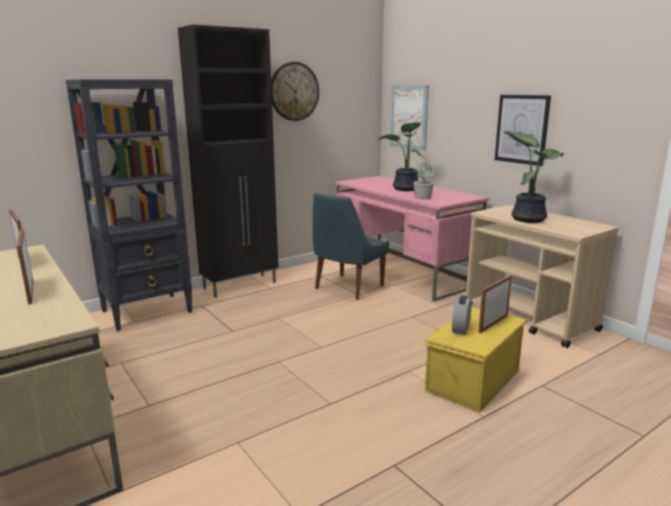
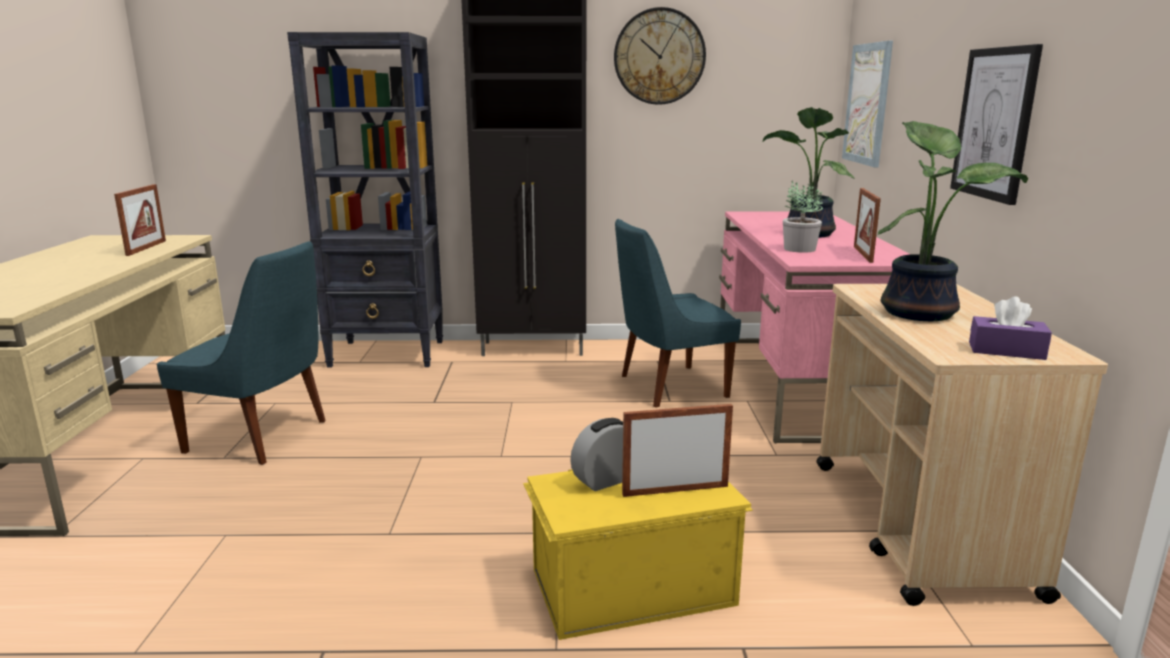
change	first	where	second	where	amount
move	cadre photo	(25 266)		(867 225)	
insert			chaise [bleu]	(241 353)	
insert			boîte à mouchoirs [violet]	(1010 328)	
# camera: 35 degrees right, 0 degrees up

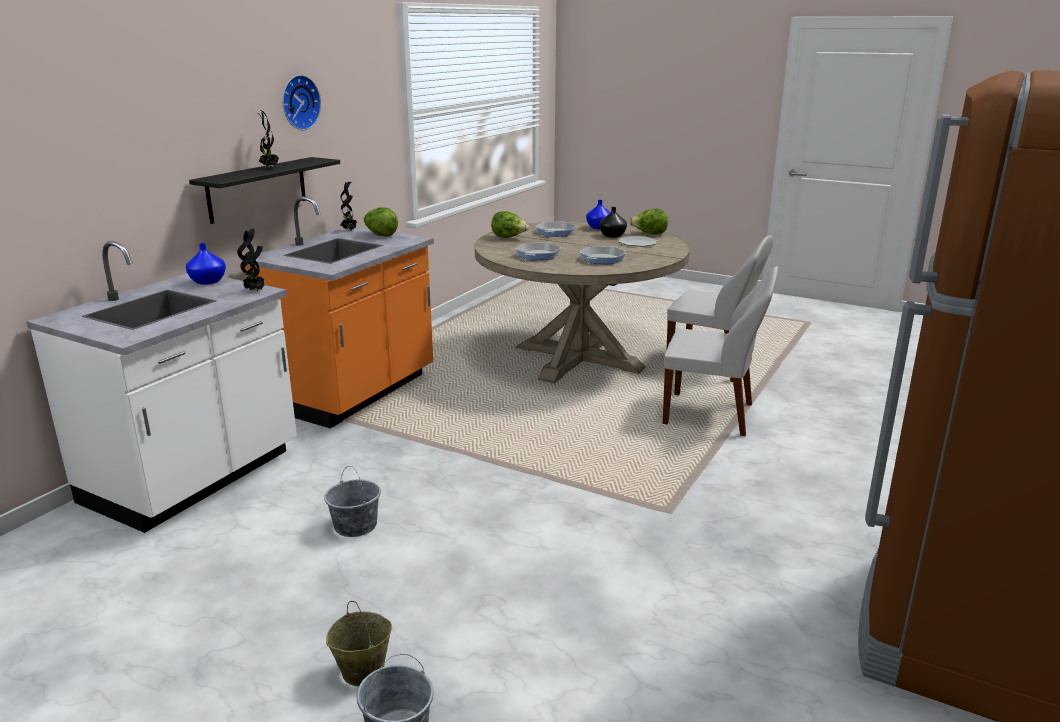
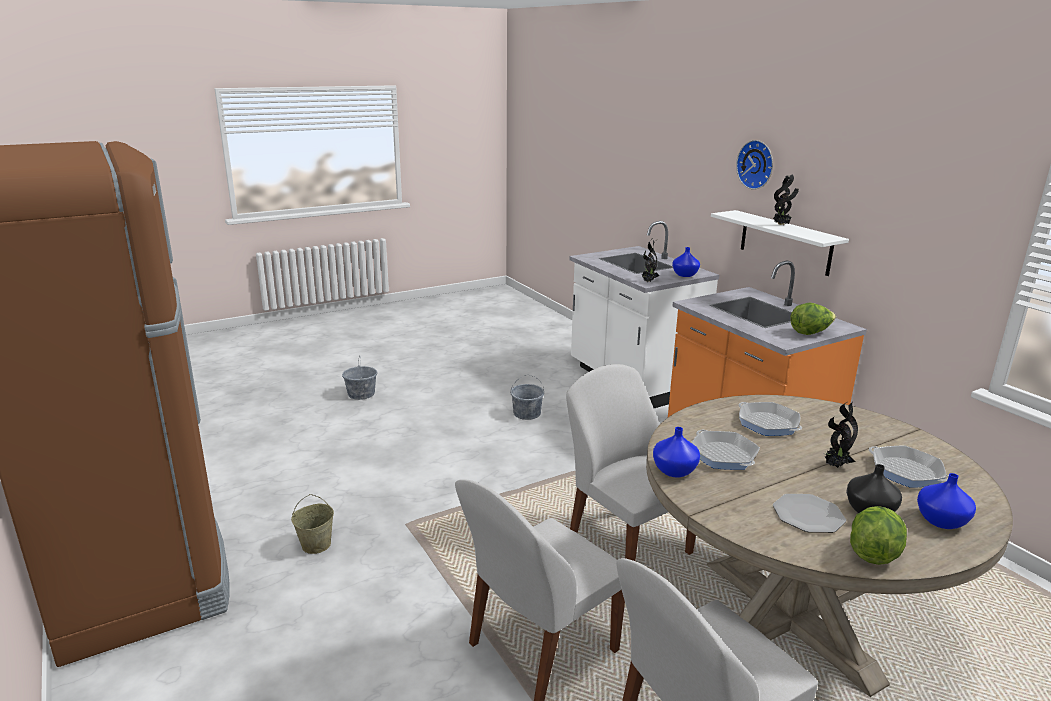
change	first	where	second	where	amount
recolor	étagère [noir]	(264 190)	étagère [blanc]	(780 243)	
move	horloge murale	(301 102)		(754 165)	
move	seau [beige]	(359 643)		(312 524)	
move	plante en pot	(348 206)		(841 435)	
delete	laitue	(510 224)			
insert			chaise [blanc]	(631 462)	
insert			vase [bleu]	(676 452)	
# camera: 120 degrees right, 0 degrees up

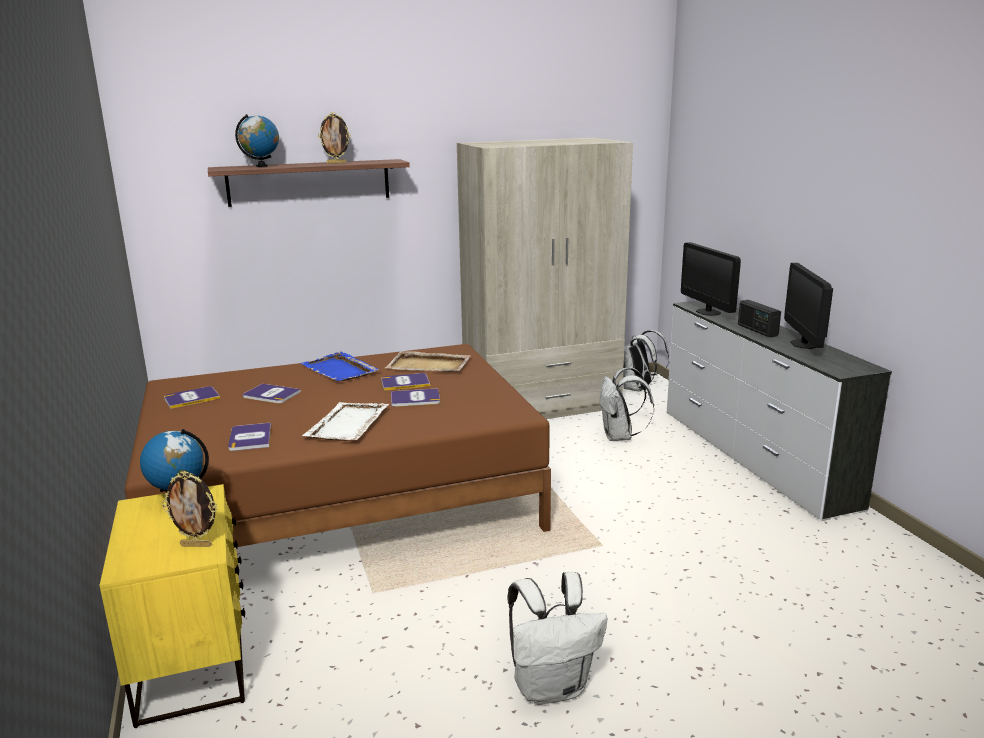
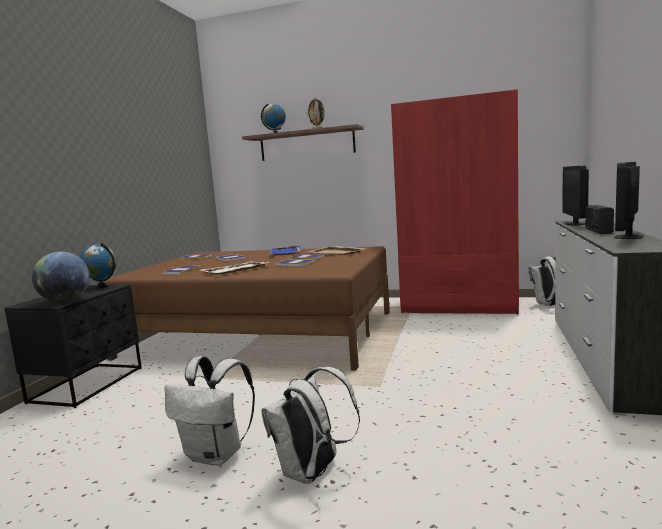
change	first	where	second	where	amount
recolor	table de chevet [jaune]	(172 606)	table de chevet [noir]	(73 346)	
replace	cadre photo	(189 509)	globe	(61 277)	
recolor	armoire [beige]	(545 278)	armoire [rouge]	(455 201)	
move	sac à dos [blanc]	(626 404)		(310 425)	
# camera: 35 degrees right, 10 degrees down

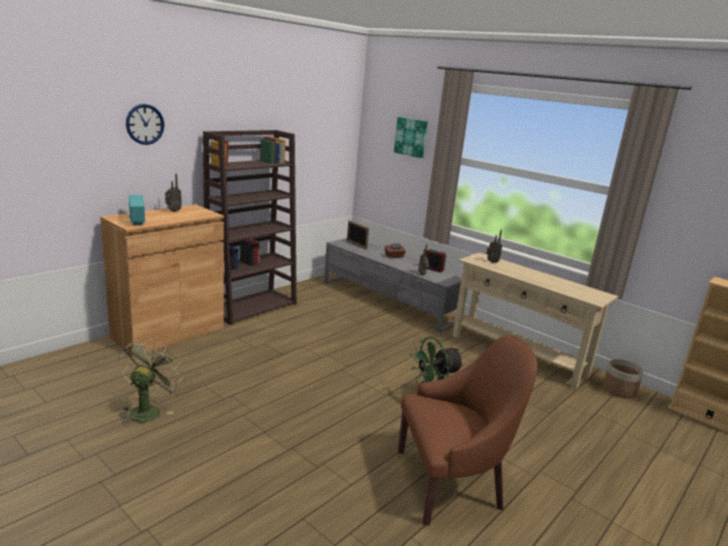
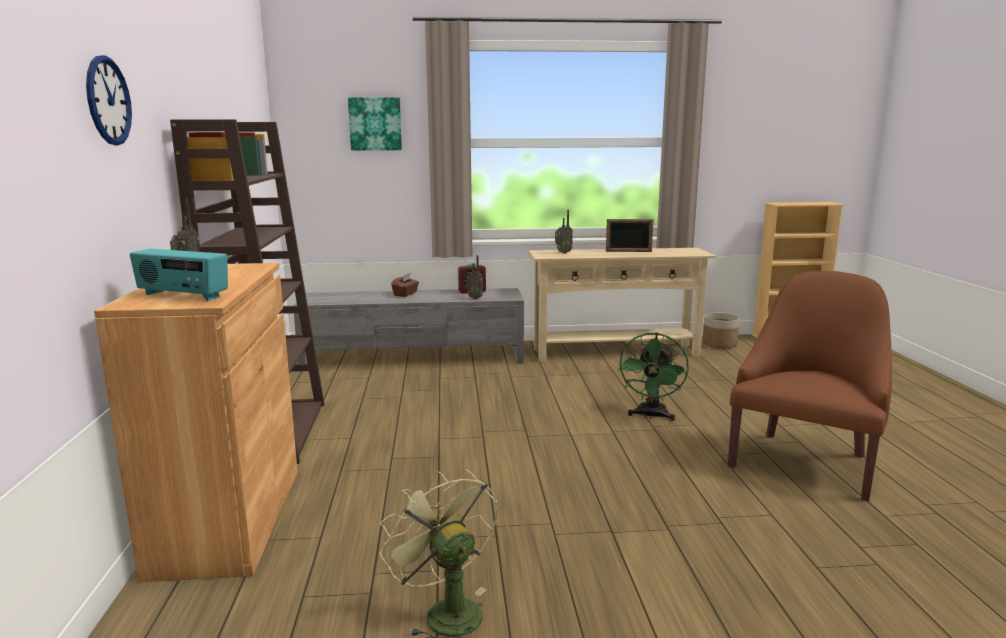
change	first	where	second	where	amount
move	cadre photo	(358 234)		(630 235)	
# camera: 45 degrees left, 5 degrees down

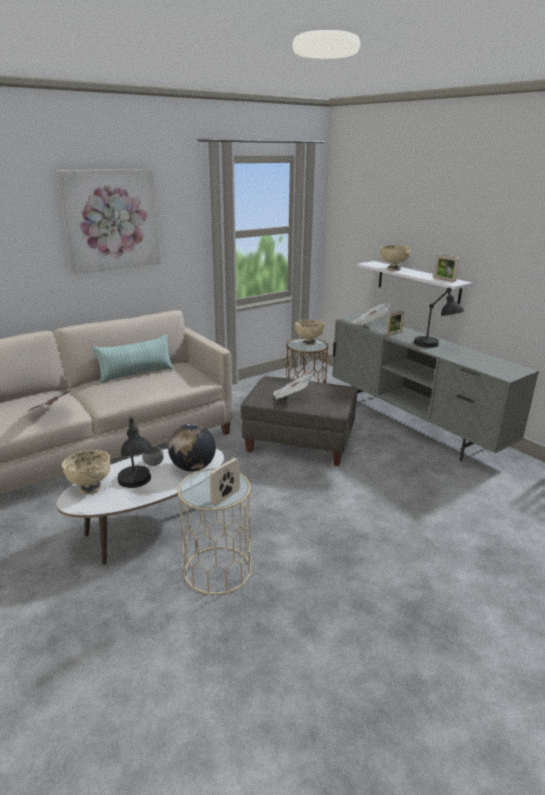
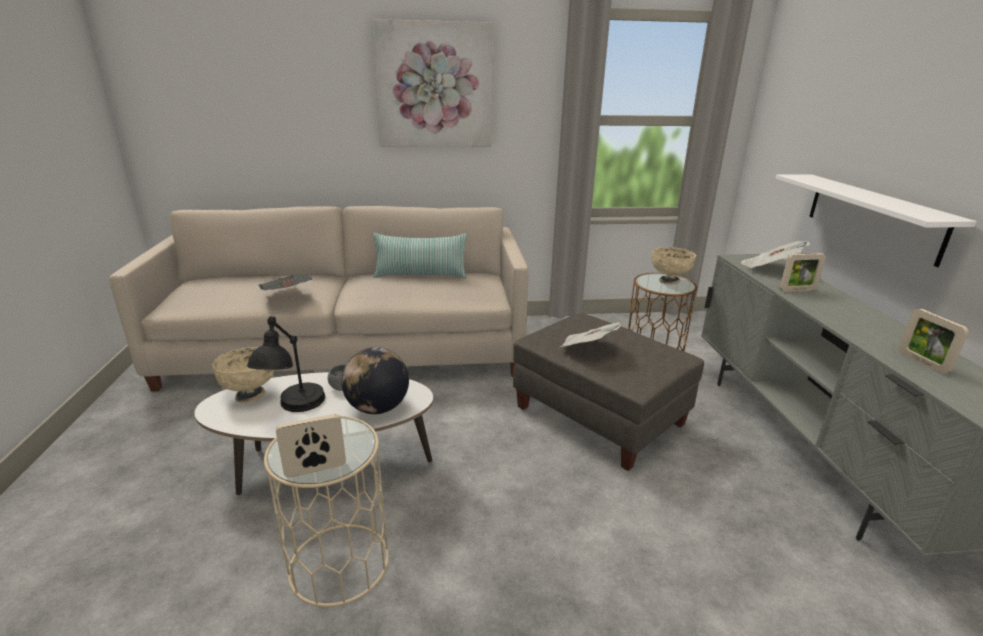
change	first	where	second	where	amount
delete	bol [beige]	(395 257)			
delete	lampe de table [noir]	(439 318)			
move	cadre photo	(446 268)		(933 341)	
# camera: 30 degrees right, 0 degrees up

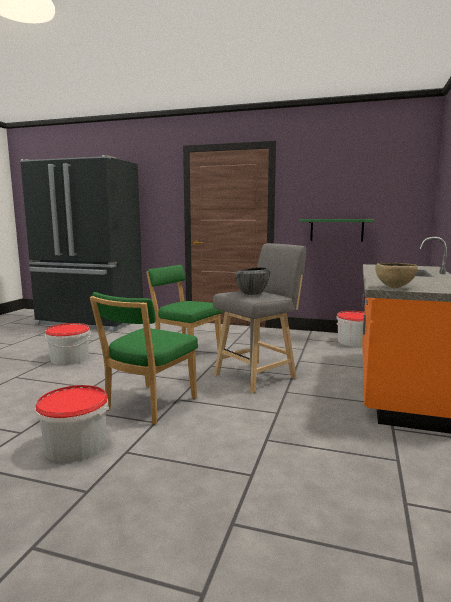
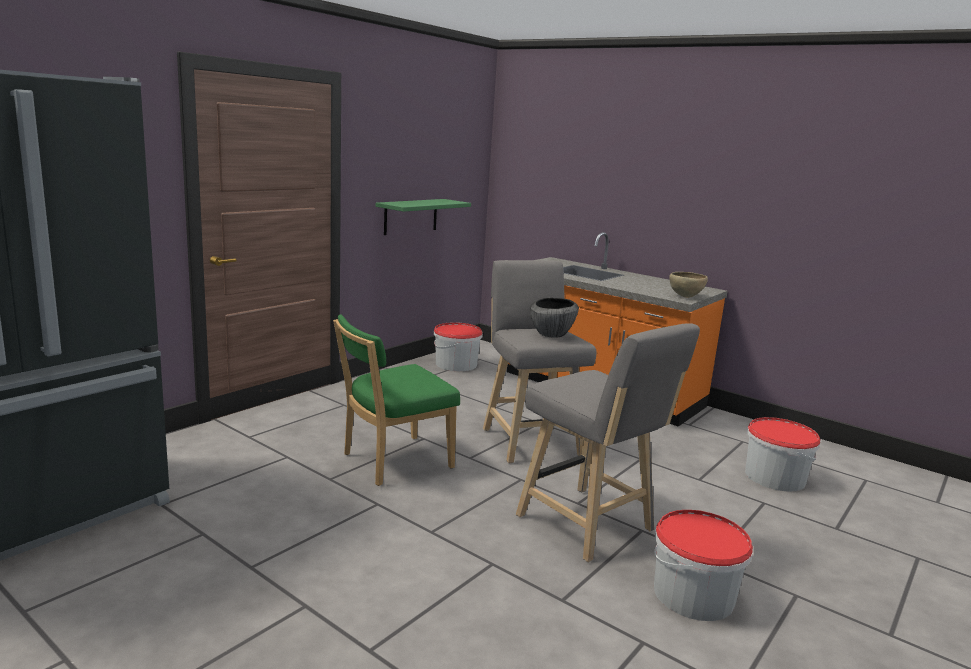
change	first	where	second	where	amount
move	seau	(67 344)		(782 454)	
replace	chaise [vert]	(144 358)	tabouret [gris]	(608 442)	
# camera: 70 degrees left, 5 degrees up

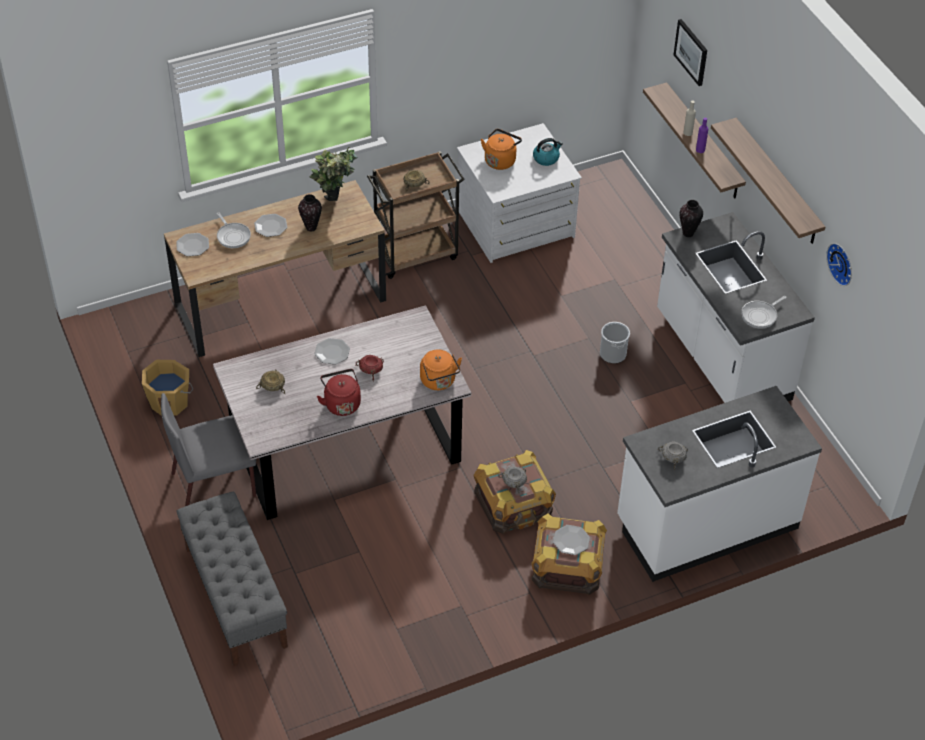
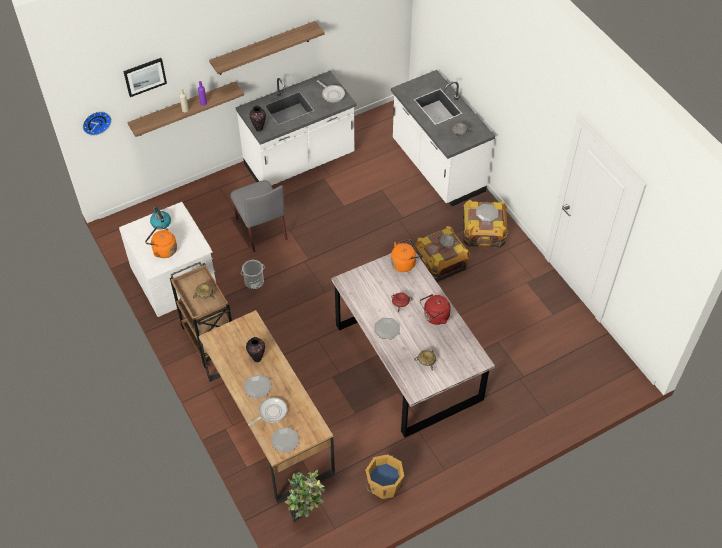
change	first	where	second	where	amount
move	chaise [gris]	(208 449)		(259 216)	
delete	banc [gris]	(232 579)			
move	plante en pot	(334 174)		(305 496)	
move	seau	(615 343)		(253 274)	
move	horloge murale	(839 264)		(97 123)	
# camera: 95 degrees left, 5 degrees up

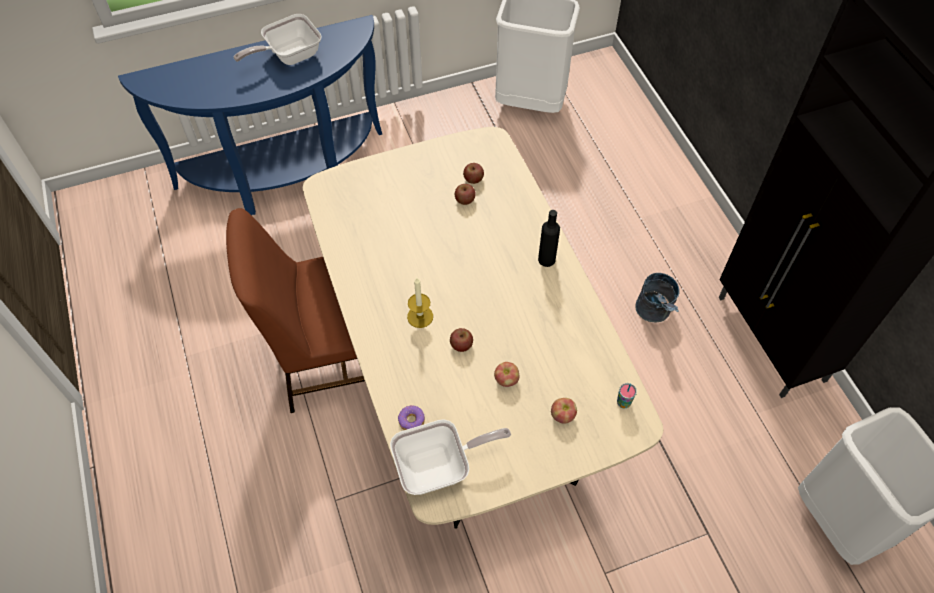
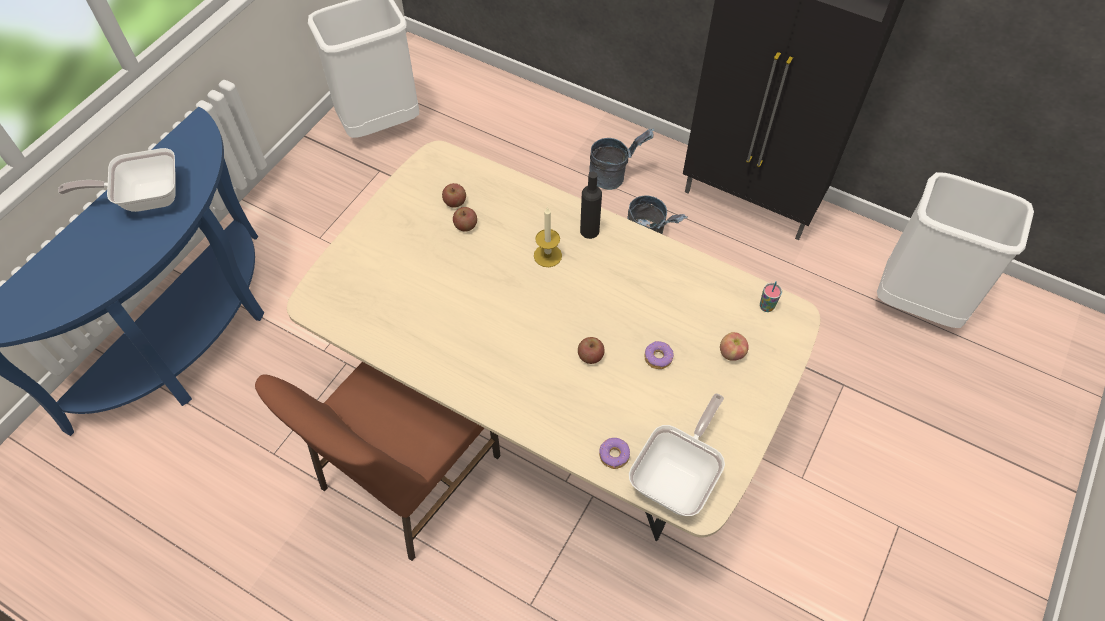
change	first	where	second	where	amount
rotate	poêle	(278 39)		(117 180)	60 degrees clockwise
move	bougie	(420 303)		(548 237)	
replace	pomme	(506 374)	beignet	(659 355)	
insert			seau [gris]	(622 159)	
# camera: 40 degrees left, 0 degrees up

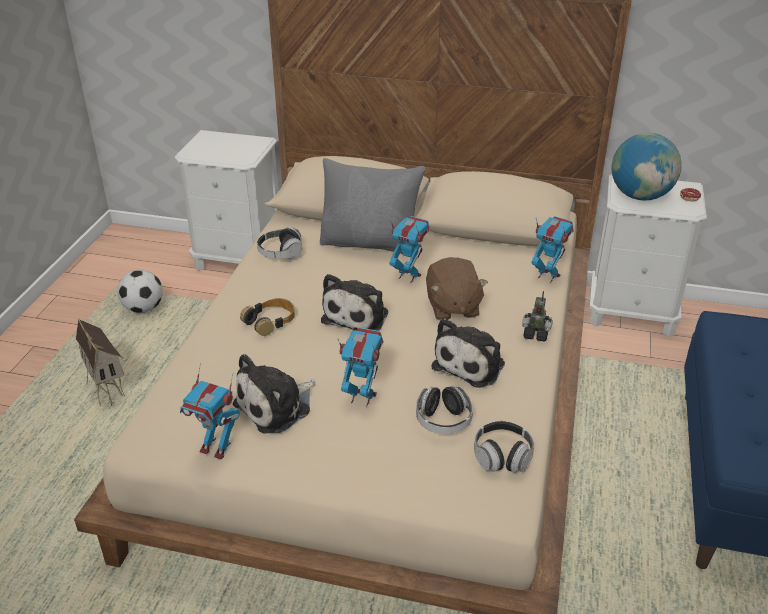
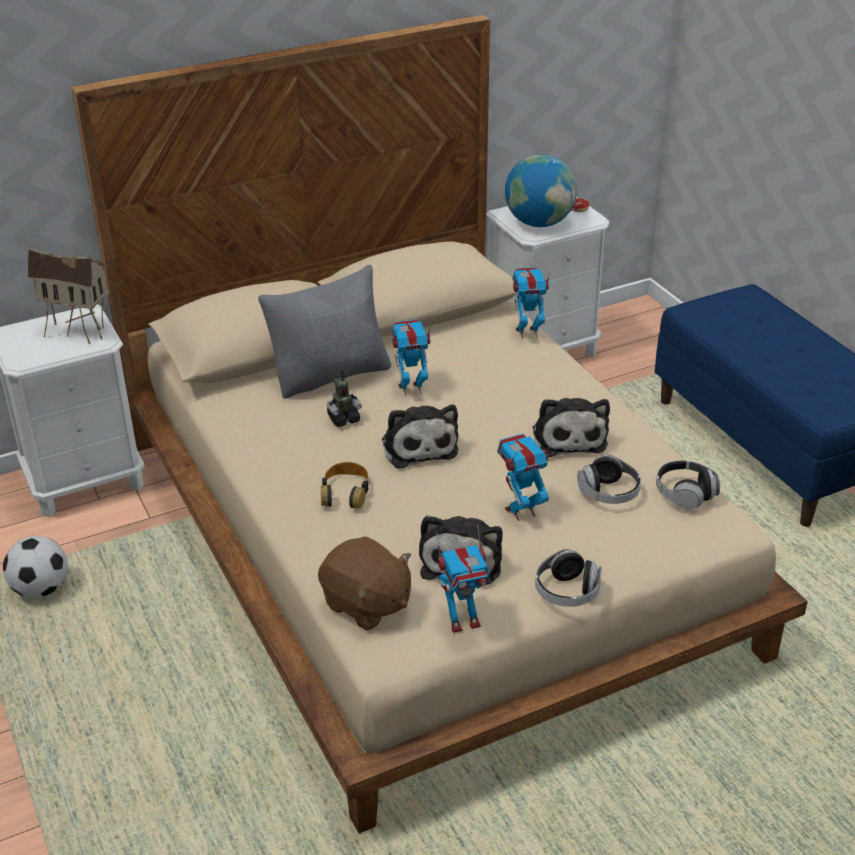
change	first	where	second	where	amount
move	maison miniature	(100 362)		(68 296)	
move	casque audio	(279 243)		(568 578)	
move	peluche [marron]	(457 289)		(364 583)	
move	robot jouet	(537 316)		(344 398)	
# camera: 40 degrees left, 0 degrees up

